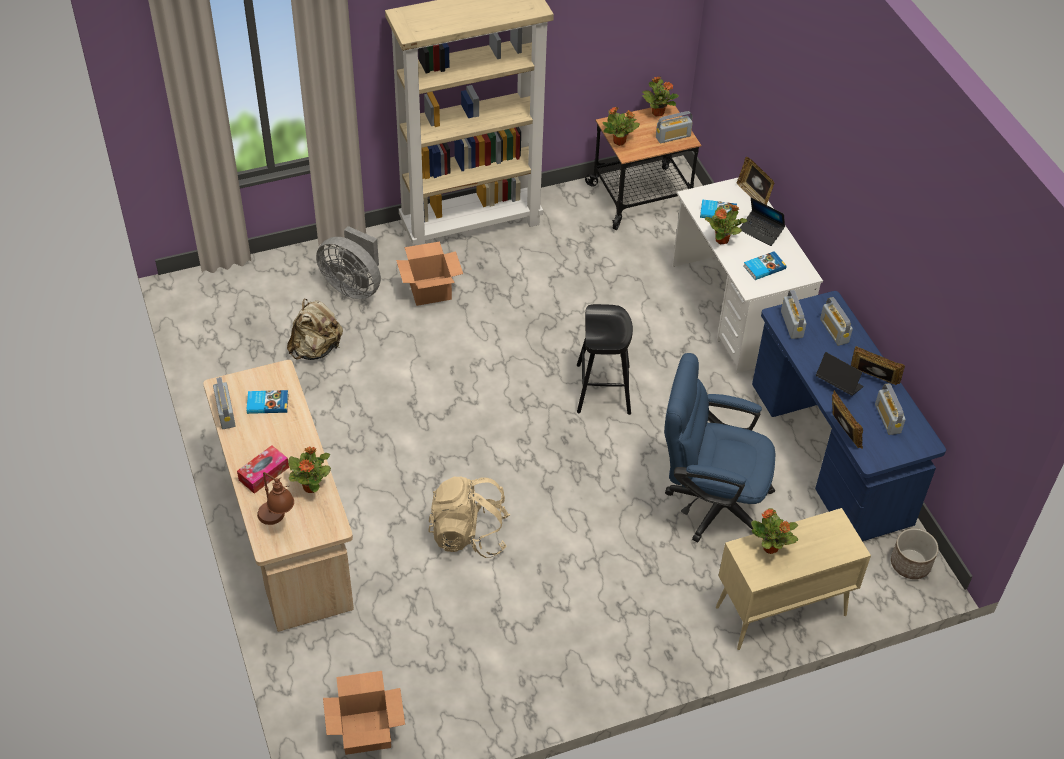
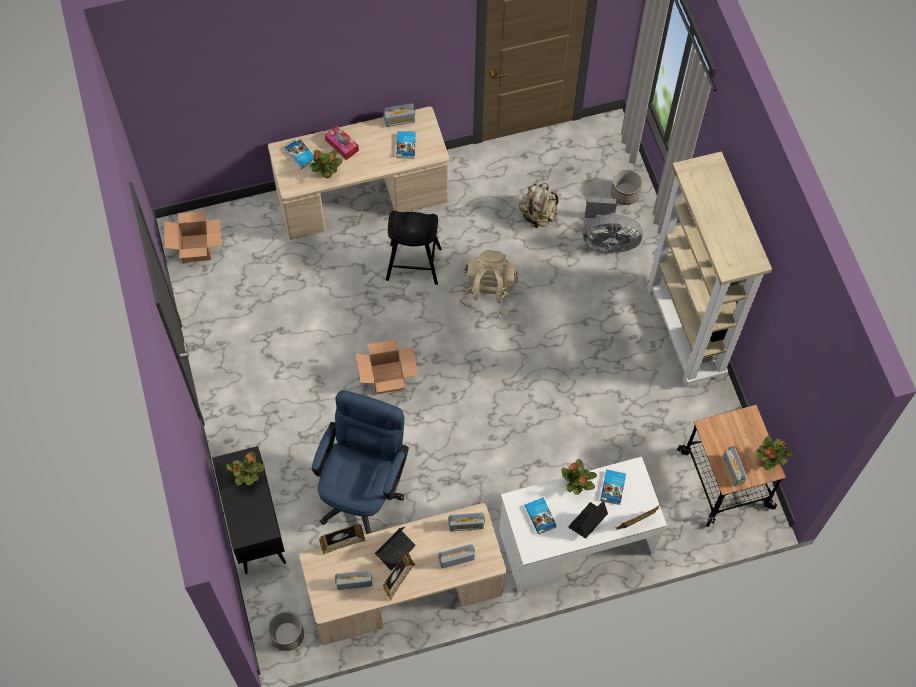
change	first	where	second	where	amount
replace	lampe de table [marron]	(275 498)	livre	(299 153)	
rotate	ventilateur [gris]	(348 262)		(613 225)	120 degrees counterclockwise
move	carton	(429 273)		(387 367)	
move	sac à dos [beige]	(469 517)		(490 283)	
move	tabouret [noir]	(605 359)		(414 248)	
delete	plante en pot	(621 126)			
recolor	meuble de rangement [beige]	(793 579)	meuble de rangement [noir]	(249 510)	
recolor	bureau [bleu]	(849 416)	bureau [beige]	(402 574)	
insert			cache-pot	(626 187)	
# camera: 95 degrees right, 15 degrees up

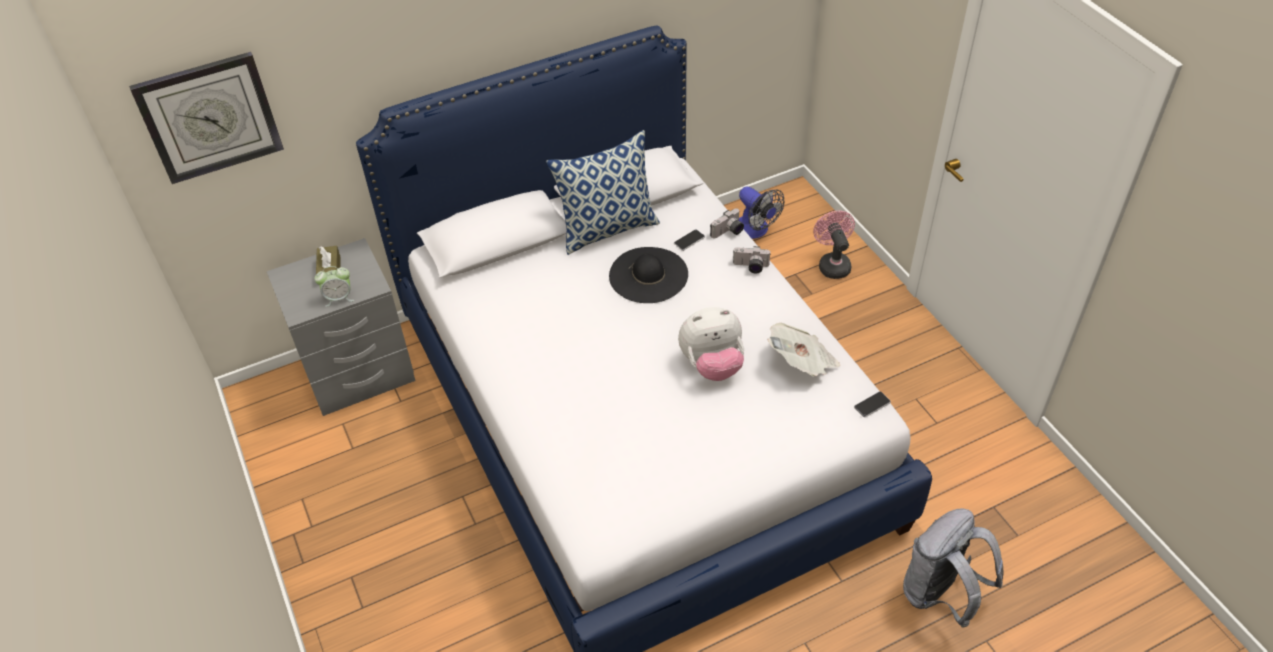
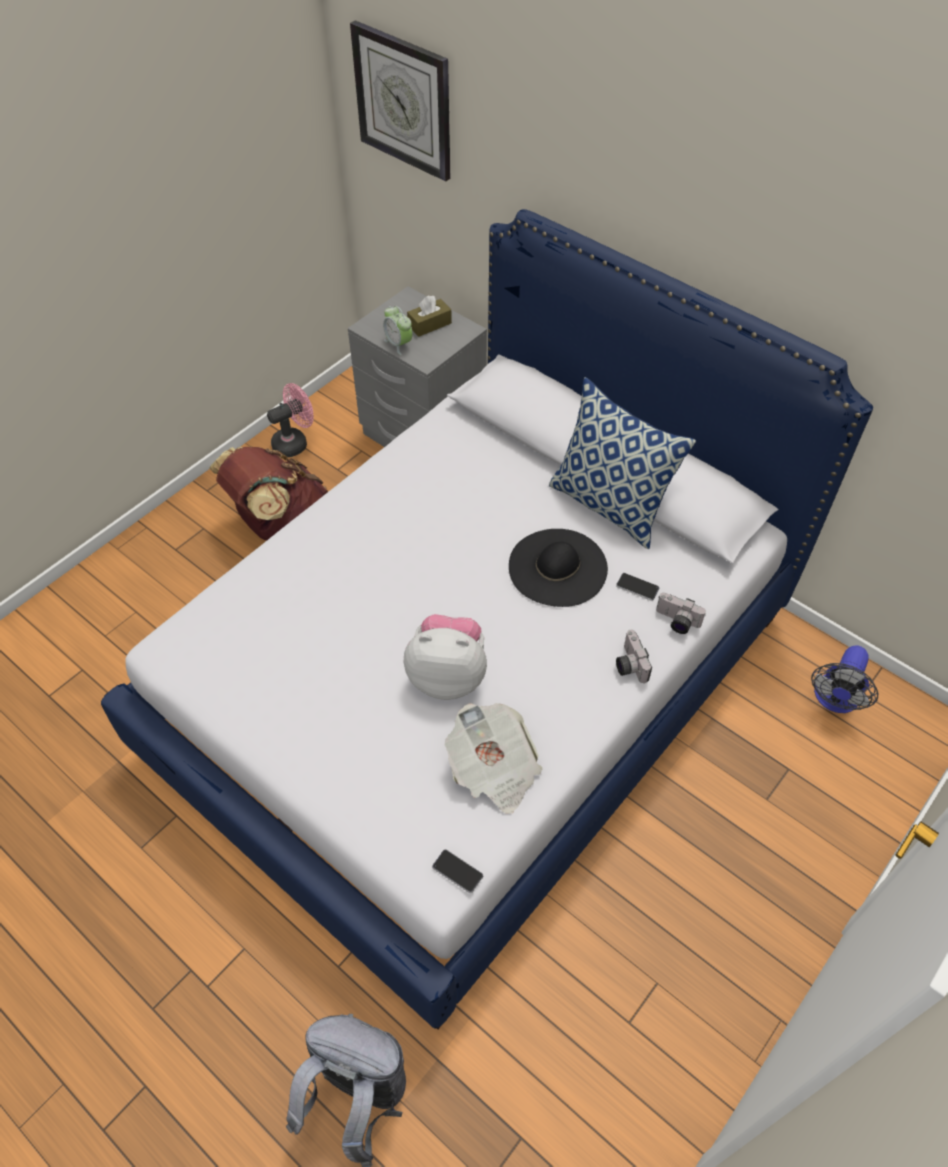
change	first	where	second	where	amount
rotate	peluche	(711 344)		(445 657)	135 degrees clockwise
move	ventilateur [rose]	(834 245)		(290 420)	
insert			sac à dos [marron]	(268 494)	
# camera: 65 degrees right, 5 degrees up

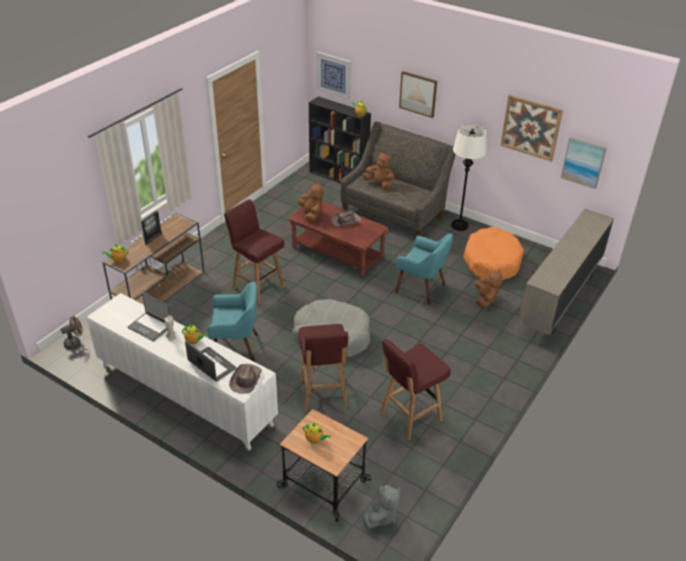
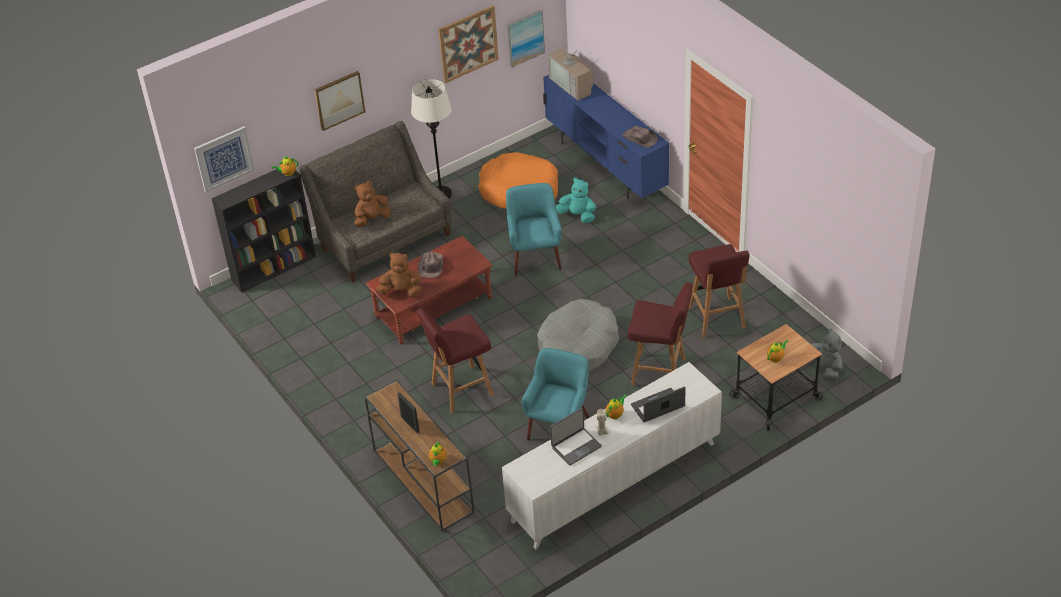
change	first	where	second	where	amount
delete	ventilateur [marron]	(71 332)			
move	chapeau [marron]	(245 379)		(640 137)	
rotate	fauteuil [turquoise]	(424 269)		(534 229)	60 degrees counterclockwise
recolor	peluche [marron]	(488 288)	peluche [turquoise]	(576 200)	
recolor	meuble télé [beige]	(566 272)	meuble télé [bleu]	(606 137)	
insert			téléviseur	(570 67)	
# camera: 65 degrees left, 5 degrees up

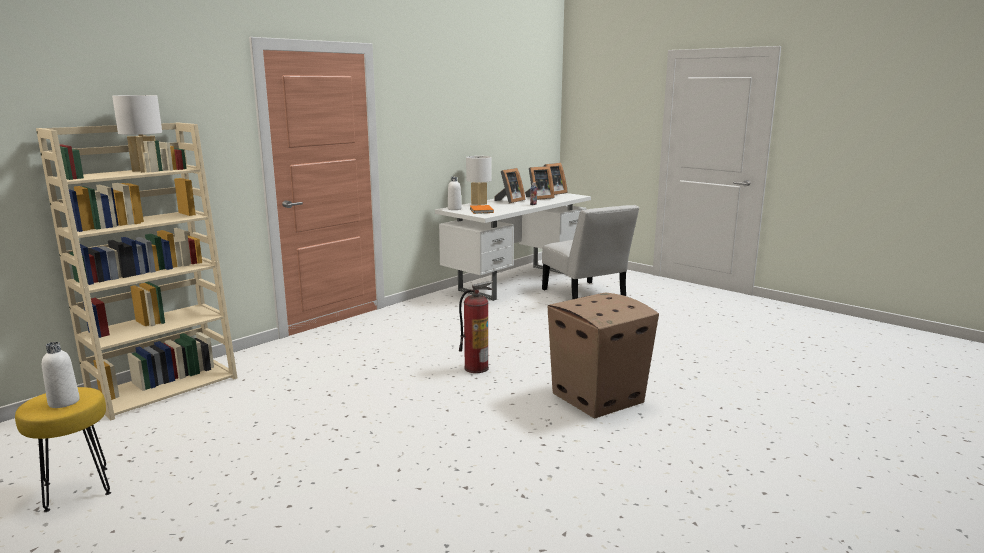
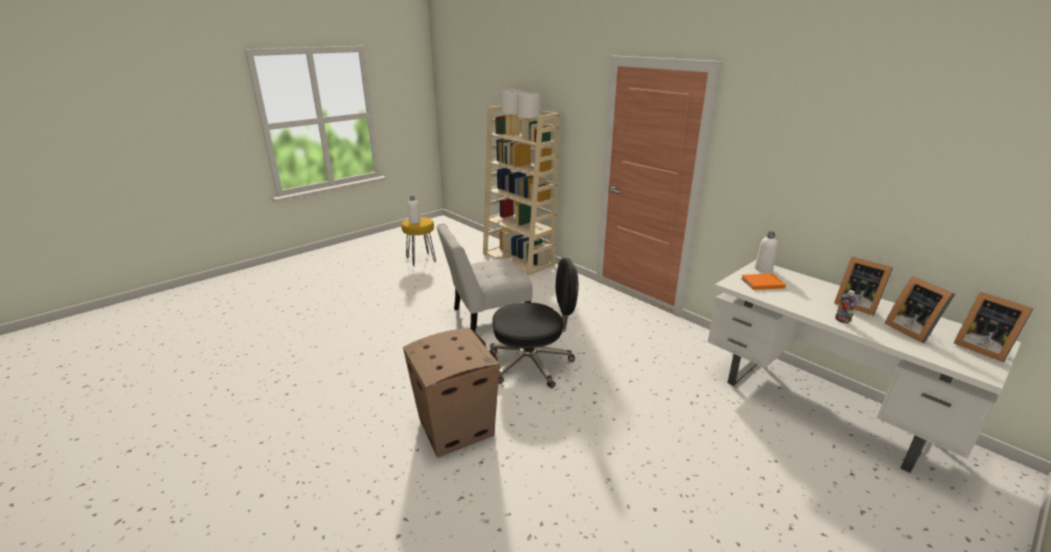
change	first	where	second	where	amount
replace	extincteur	(476 327)	chaise de bureau [noir]	(534 323)	
move	lampe de table [blanc]	(479 180)		(512 113)	
move	chaise [blanc]	(590 252)		(484 277)	
# camera: 95 degrees right, 10 degrees up

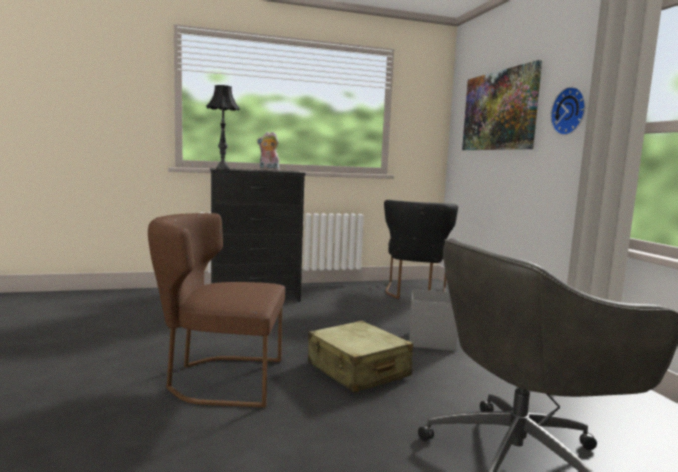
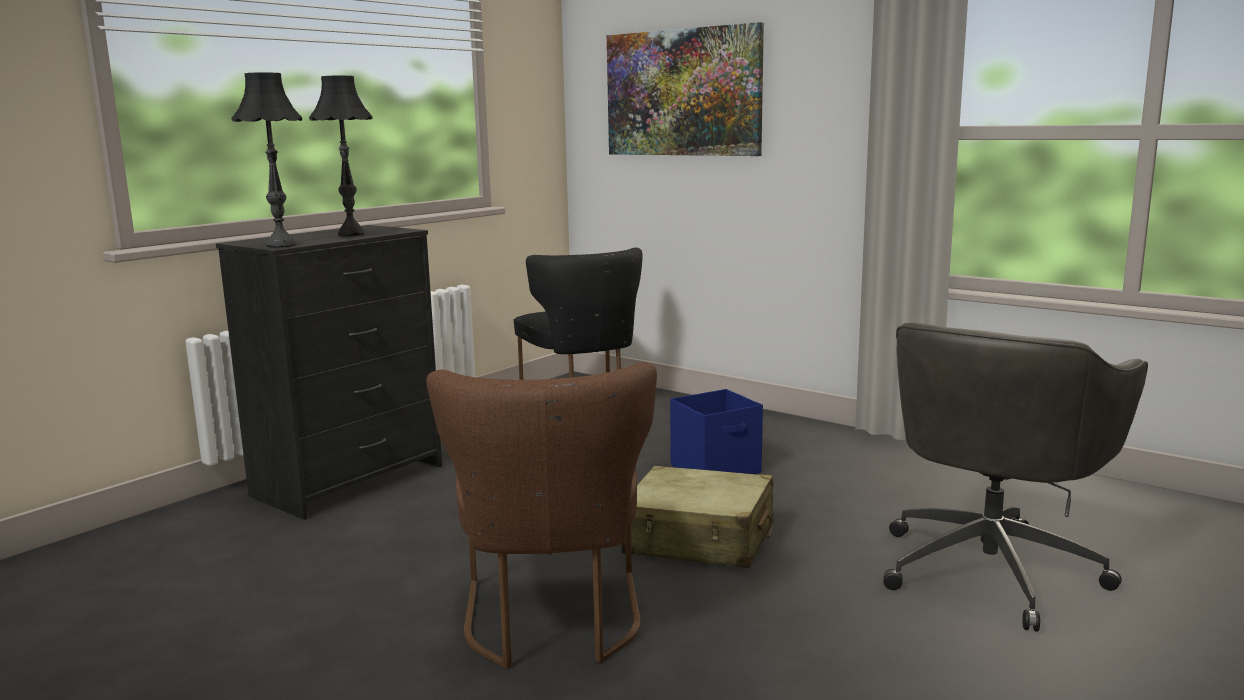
change	first	where	second	where	amount
rotate	chaise [marron]	(216 310)		(541 515)	60 degrees counterclockwise
replace	peluche	(268 151)	lampe de table [noir]	(341 156)	
recolor	boîte de rangement [gris]	(433 320)	boîte de rangement [bleu]	(716 431)	
delete	horloge murale	(568 111)			
# camera: 35 degrees left, 5 degrees up

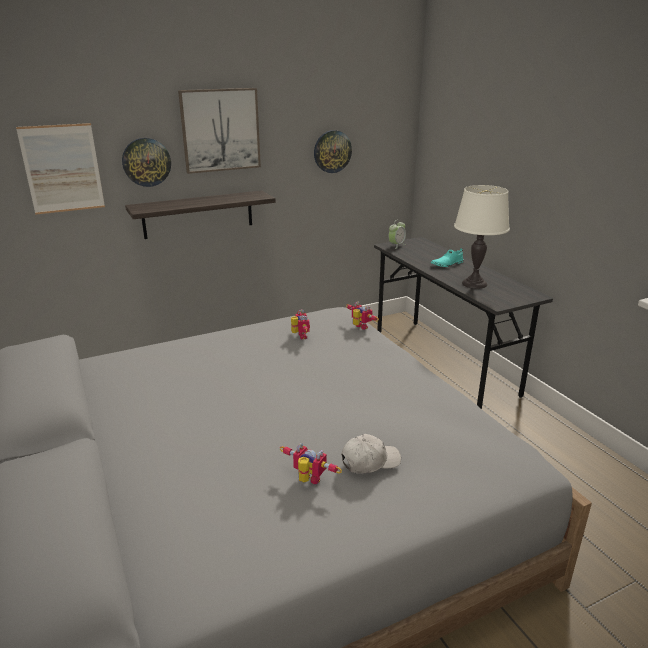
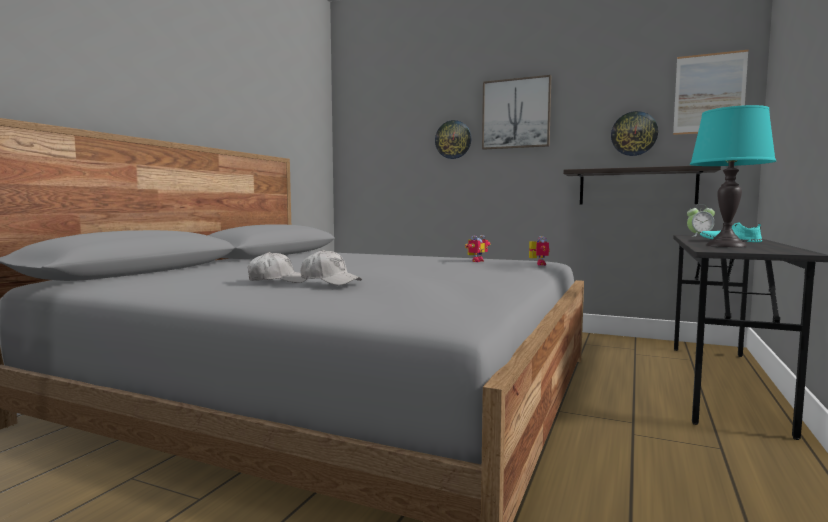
change	first	where	second	where	amount
move	tableau	(60 169)		(711 92)	
move	étagère	(200 214)		(642 185)	
replace	robot jouet	(311 463)	casquette [blanc]	(278 267)	
recolor	lampe de table [blanc]	(482 237)	lampe de table [turquoise]	(733 176)	
# camera: 50 degrees right, 20 degrees down

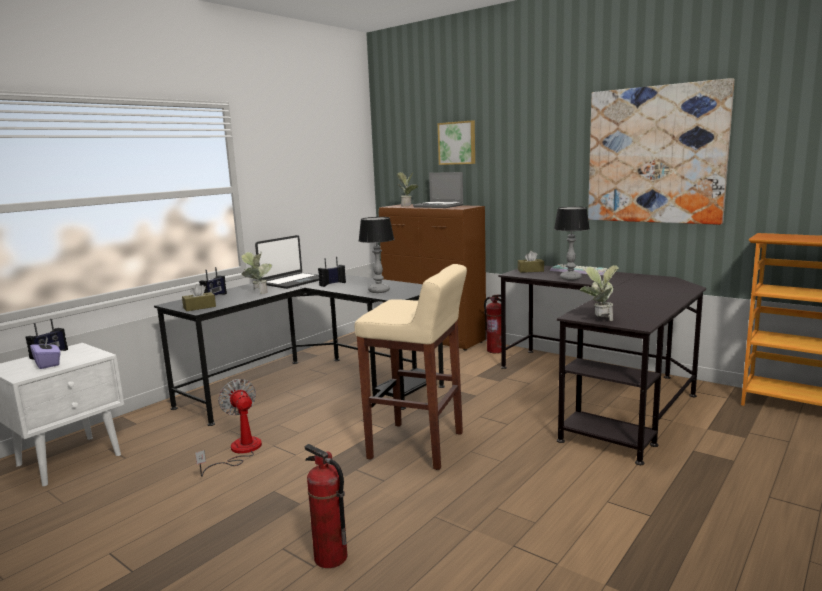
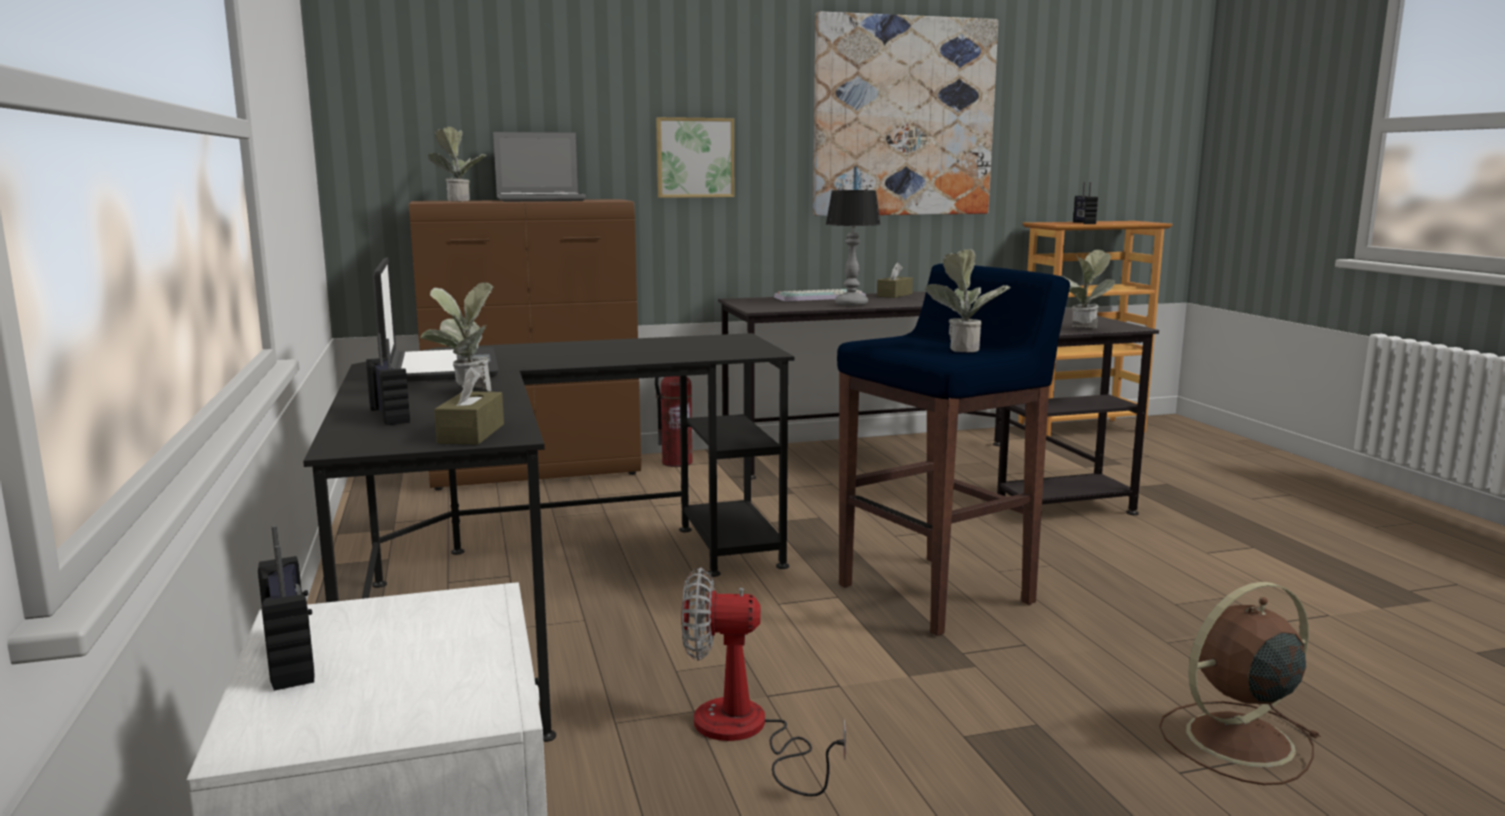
change	first	where	second	where	amount
delete	boîte à mouchoirs [violet]	(45 353)			
replace	extincteur	(326 506)	ventilateur [marron]	(1240 683)	
move	radio	(332 272)		(1085 203)	
recolor	tabouret [beige]	(410 367)	tabouret [bleu]	(953 449)	
delete	lampe de table	(376 255)			
move	tableau	(456 143)		(695 157)	
move	boîte à mouchoirs [marron]	(531 262)		(895 280)	
insert			plante en pot	(968 301)	
# camera: 55 degrees left, 0 degrees up

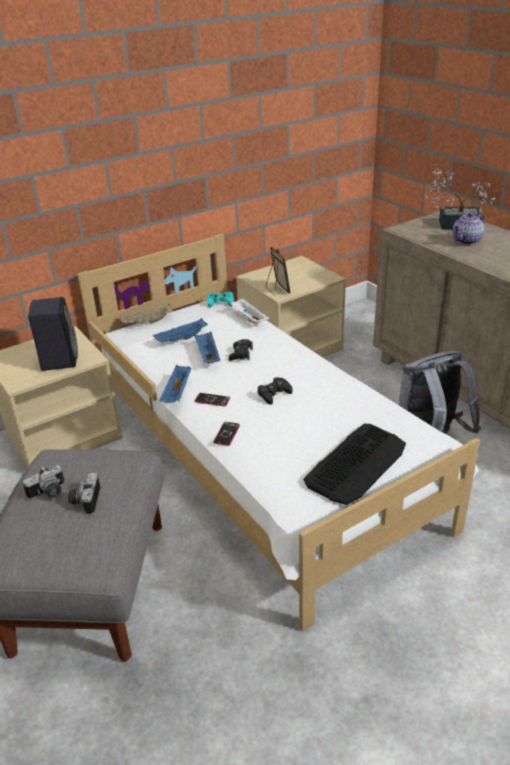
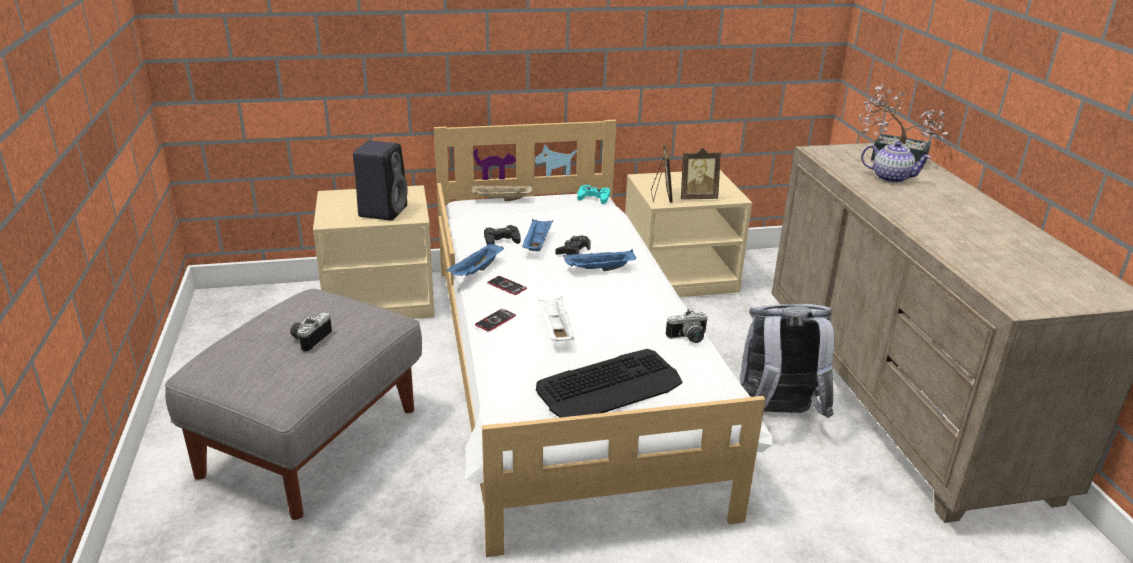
change	first	where	second	where	amount
move	appareil photo	(43 482)		(687 326)	
move	plateau [bleu]	(180 330)		(599 260)	
move	plateau [blanc]	(249 311)		(556 319)	
move	manette [noir]	(275 391)		(502 235)	
rotate	théière	(468 228)		(896 162)	135 degrees counterclockwise
insert			cadre photo	(701 174)	
# camera: 20 degrees right, 5 degrees down

